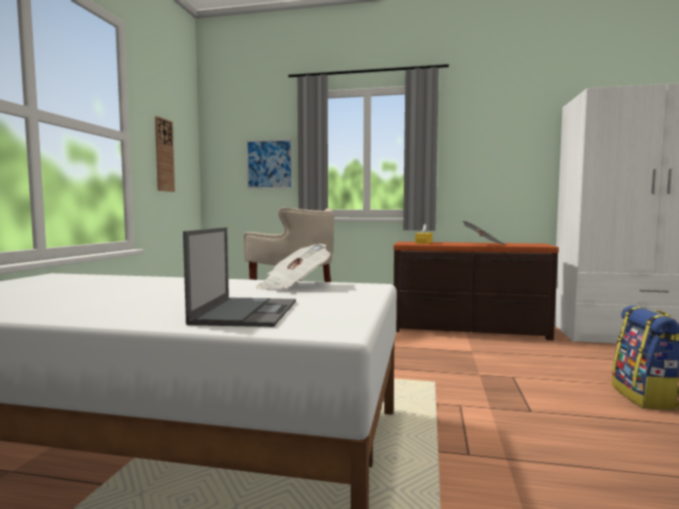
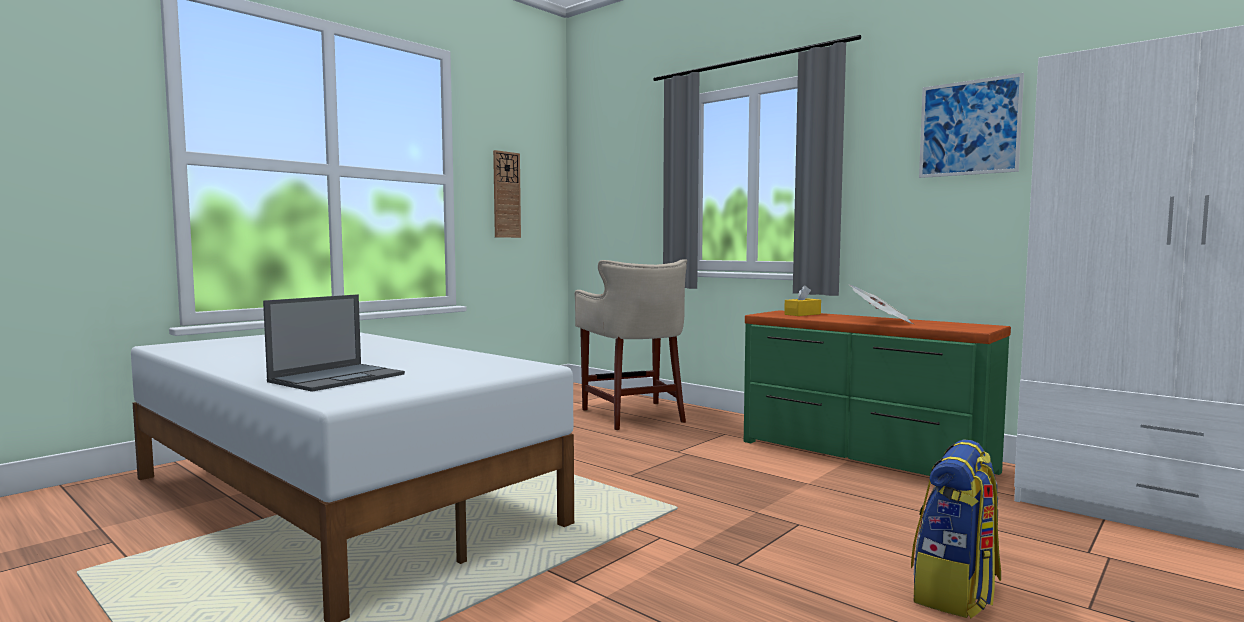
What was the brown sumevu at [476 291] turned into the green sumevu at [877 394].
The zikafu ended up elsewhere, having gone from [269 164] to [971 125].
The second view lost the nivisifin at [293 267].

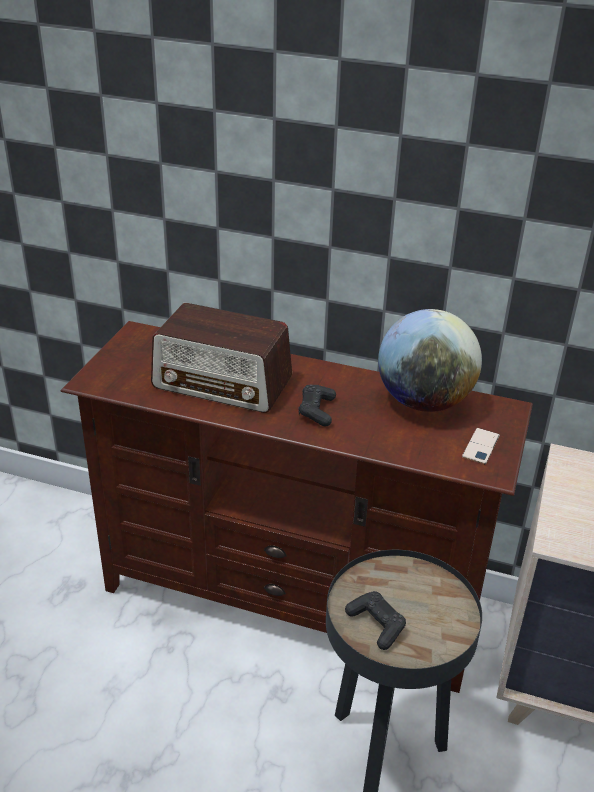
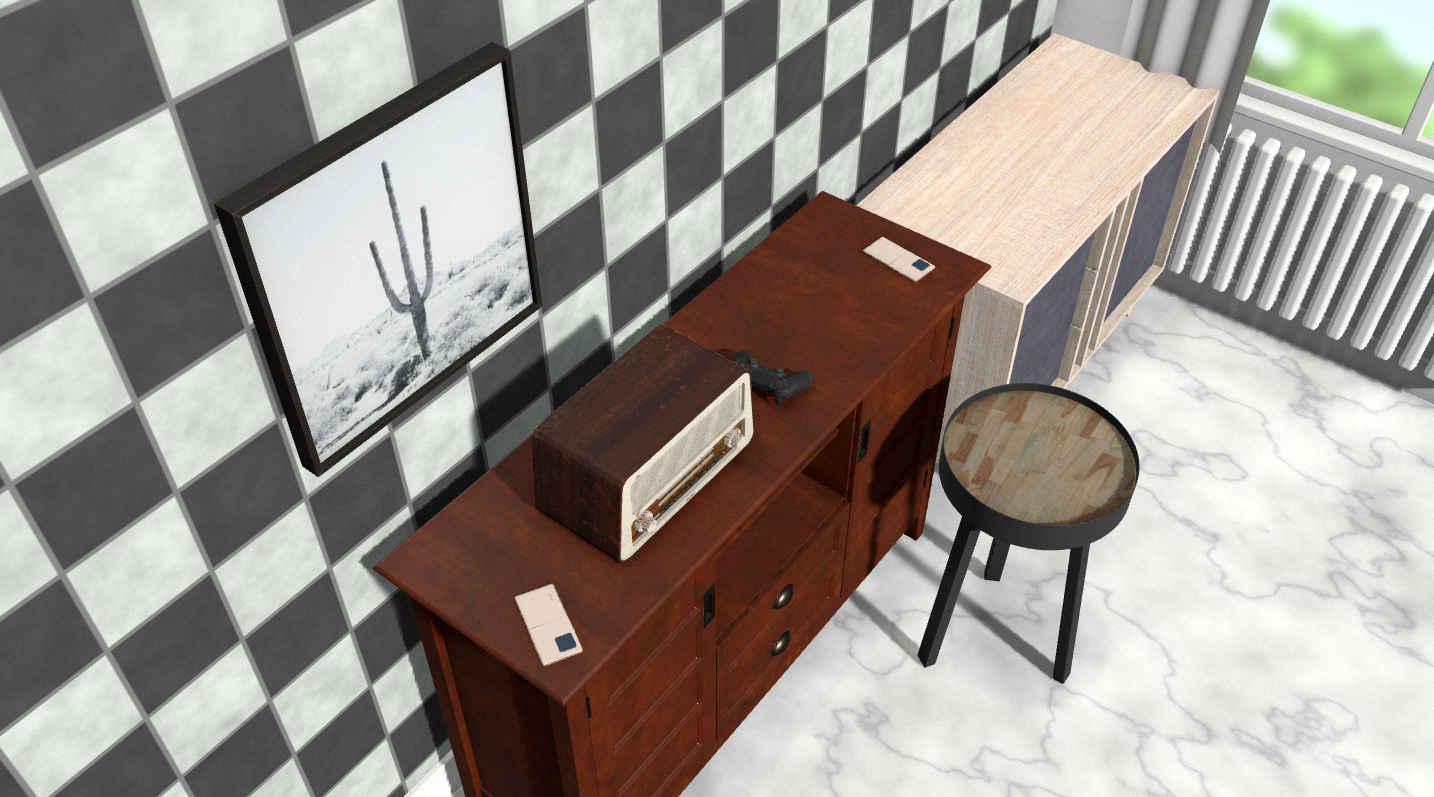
The second view gained the zikafu at [378 259].
The second view gained the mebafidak at [548 624].
The second view lost the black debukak at [375 620].
The second view lost the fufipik at [430 360].

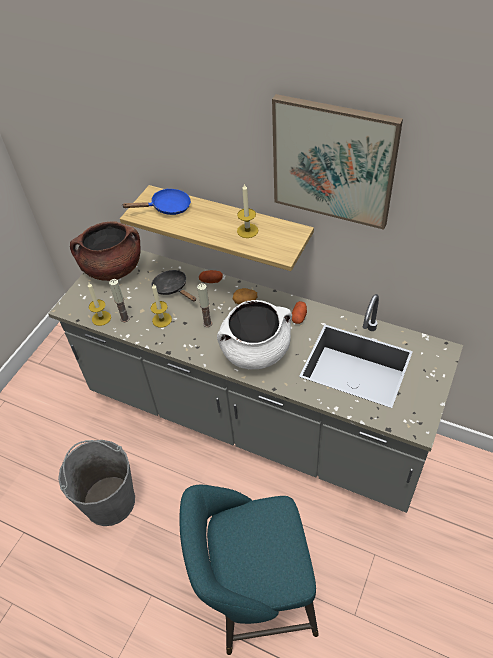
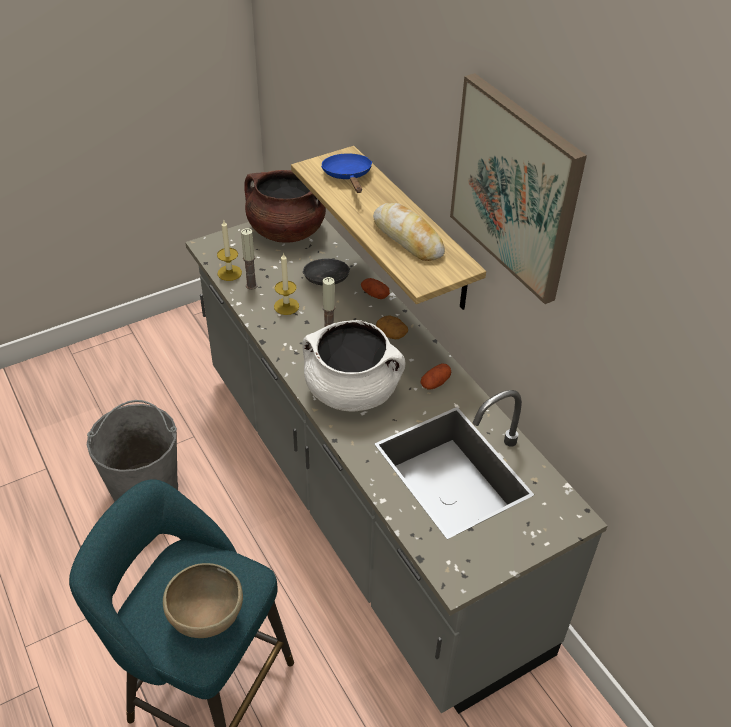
The second view gained the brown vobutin at [203 600].
The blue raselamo at [156 202] ended up facing another way, 120 degrees counterclockwise from before.
Where the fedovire stood at [247 210], the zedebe came to stand at [409 232].

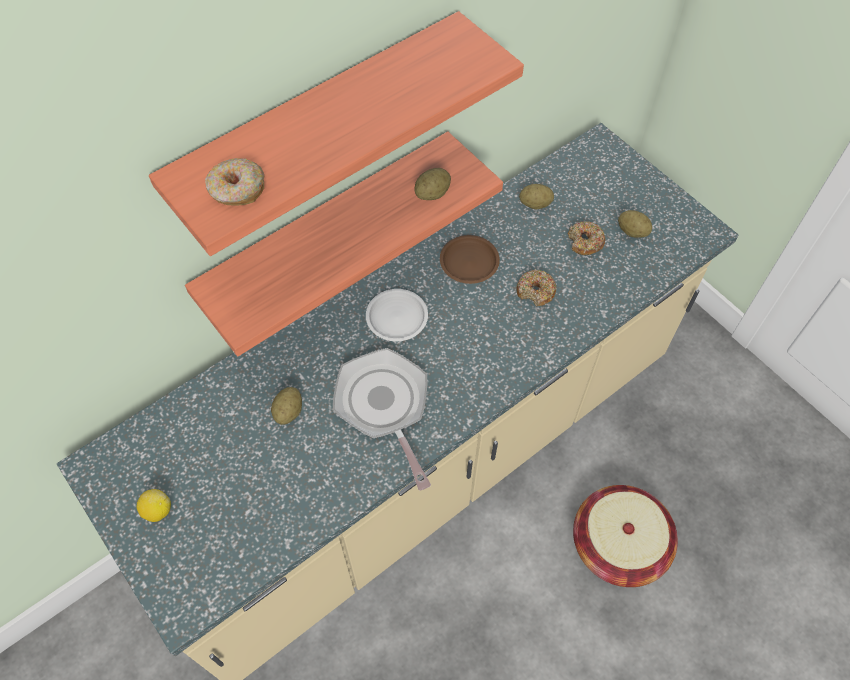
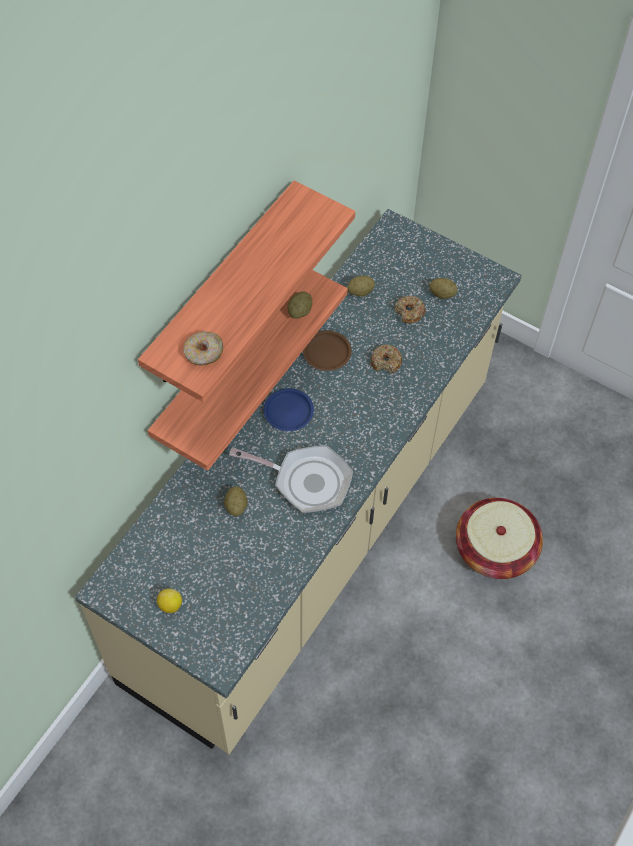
The raselamo at [382 419] ended up facing another way, 150 degrees clockwise from before.
What was the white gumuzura at [397 315] turned into the blue gumuzura at [289 409].

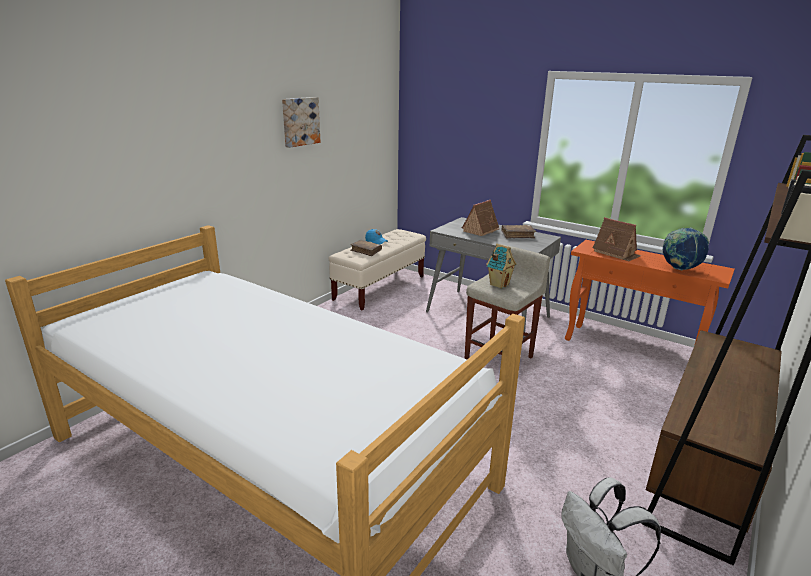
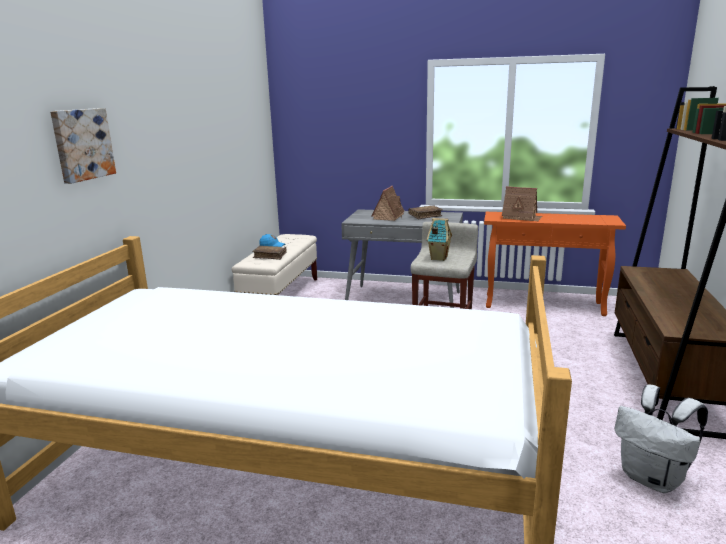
The zikafu ended up elsewhere, having gone from [301 122] to [83 146].
The second view lost the fufipik at [685 249].

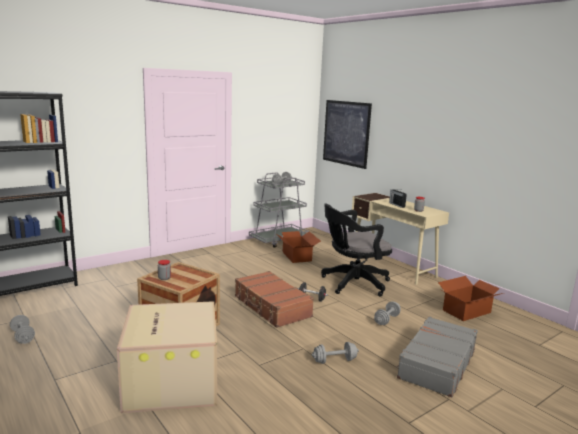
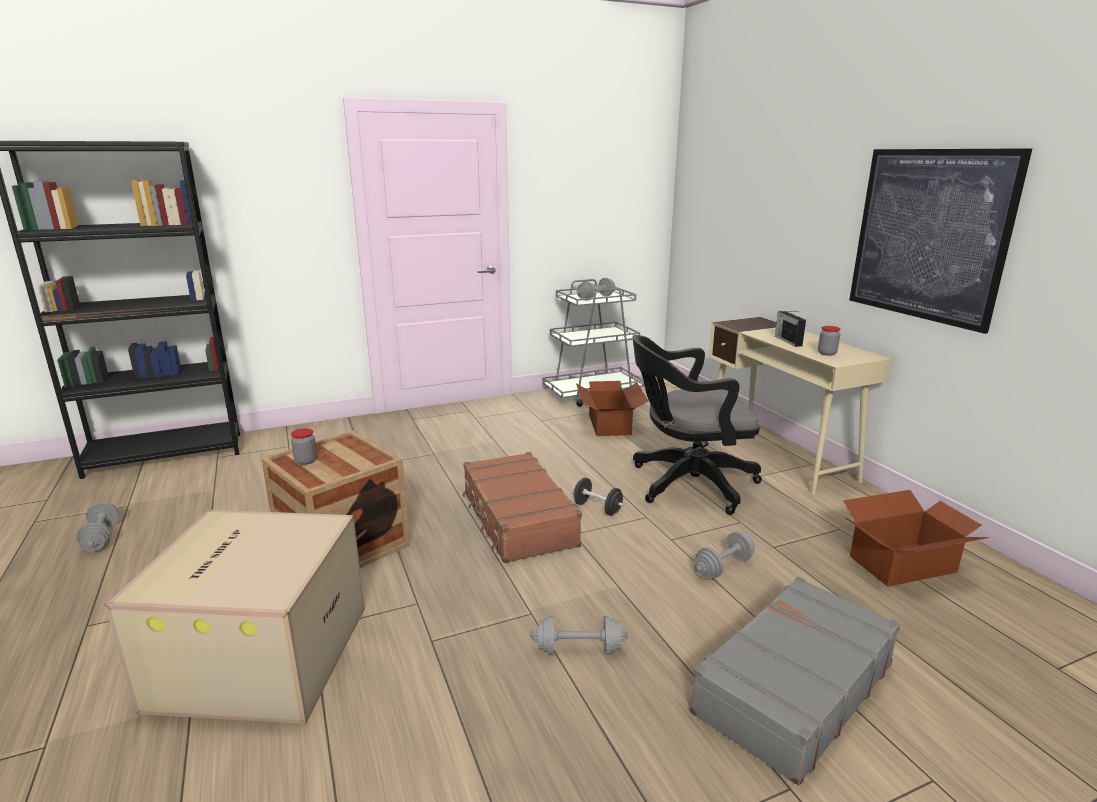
The zikafu ended up elsewhere, having gone from [347 134] to [941 241].

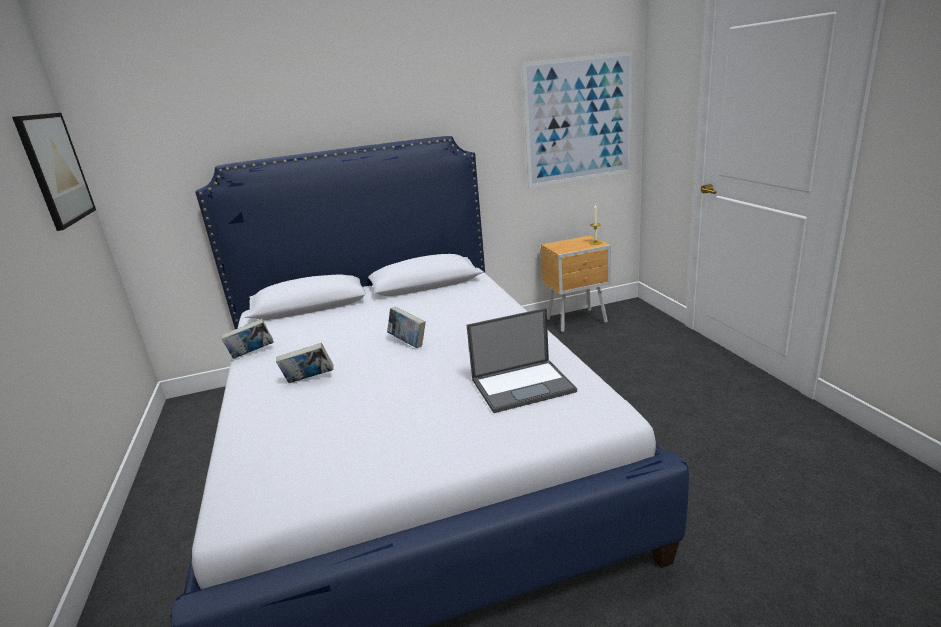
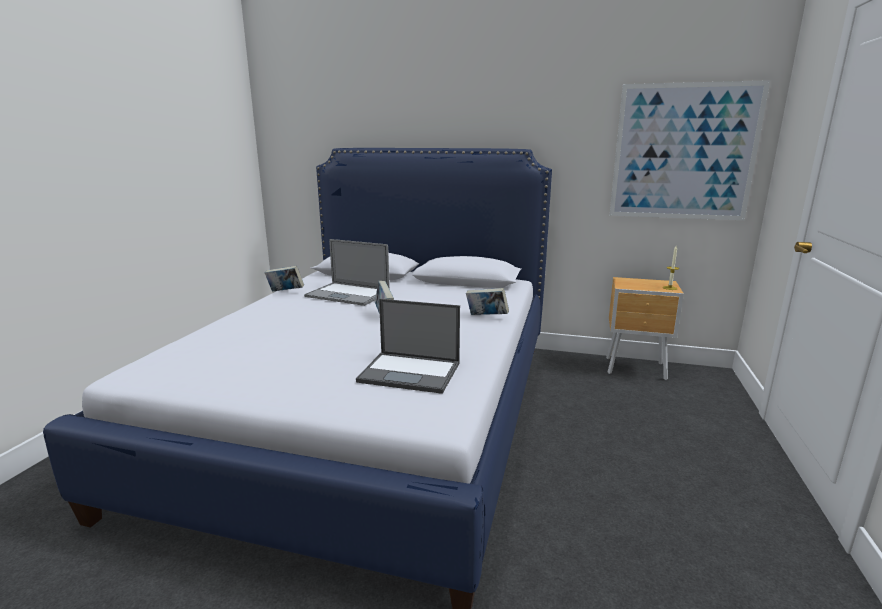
The second view gained the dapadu at [347 272].
The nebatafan ended up elsewhere, having gone from [305 363] to [487 301].
The second view lost the zikafu at [54 172].

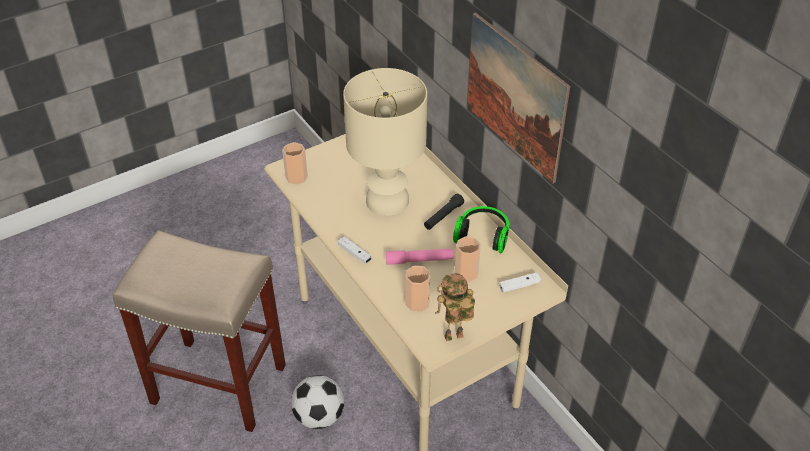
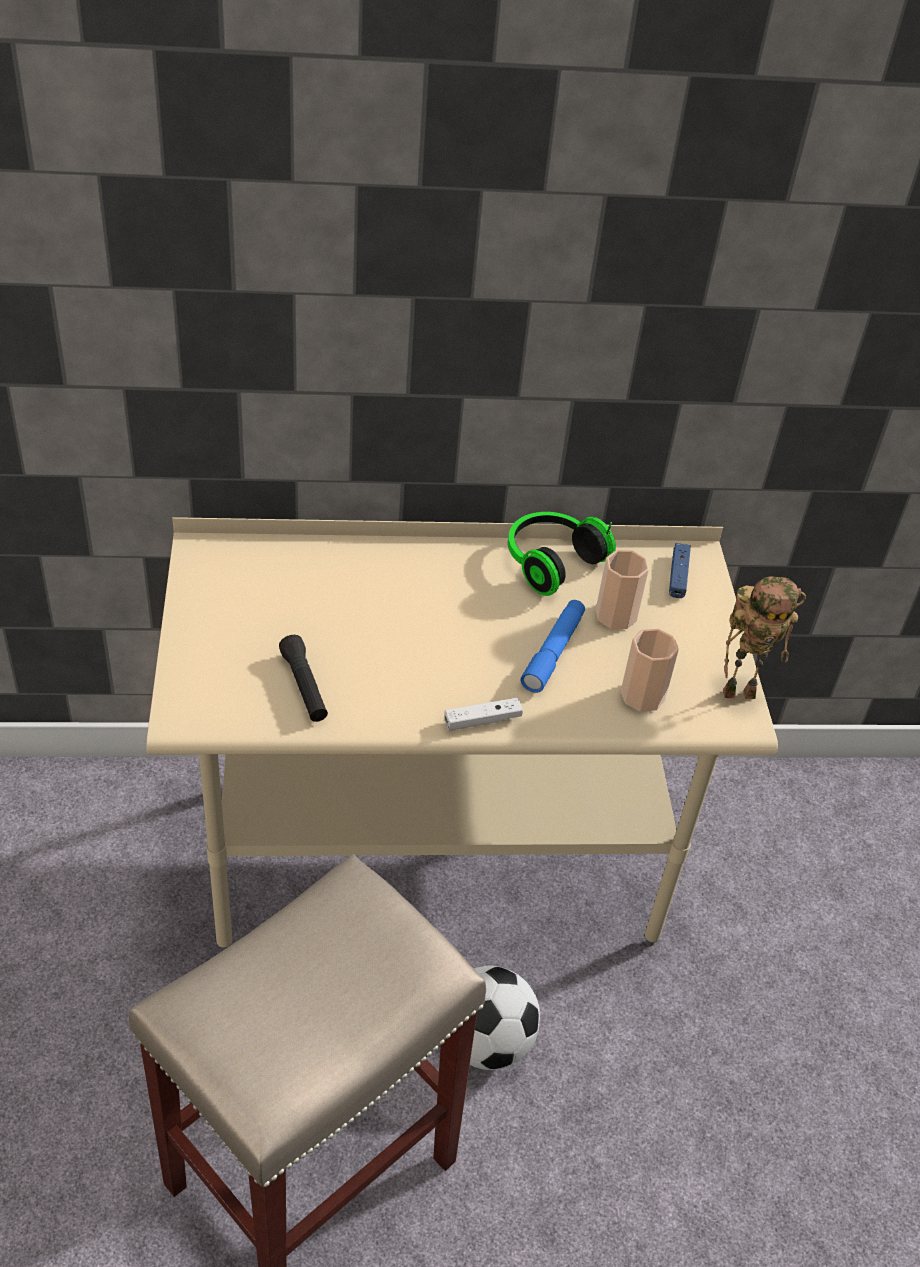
The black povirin ended up elsewhere, having gone from [444 212] to [303 678].
What was the pink povirin at [420 257] turned into the blue povirin at [552 646].
What was the white debukak at [520 282] turned into the blue debukak at [680 570].
The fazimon at [455 307] ended up facing another way, 105 degrees counterclockwise from before.
The second view lost the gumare at [295 163].
The second view lost the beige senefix at [385 142].
The second view lost the zikafu at [518 97].

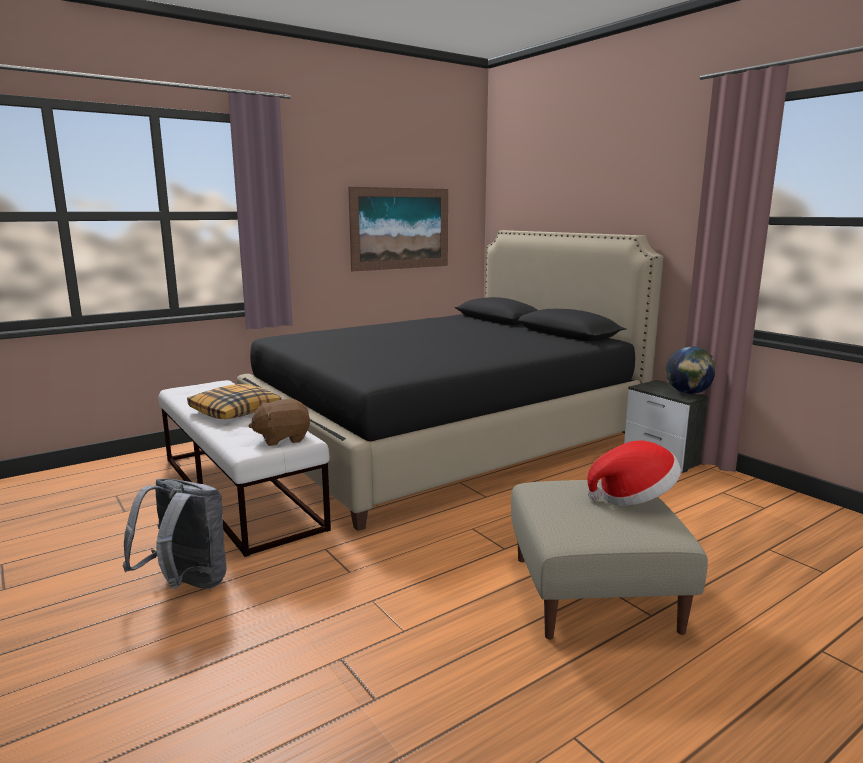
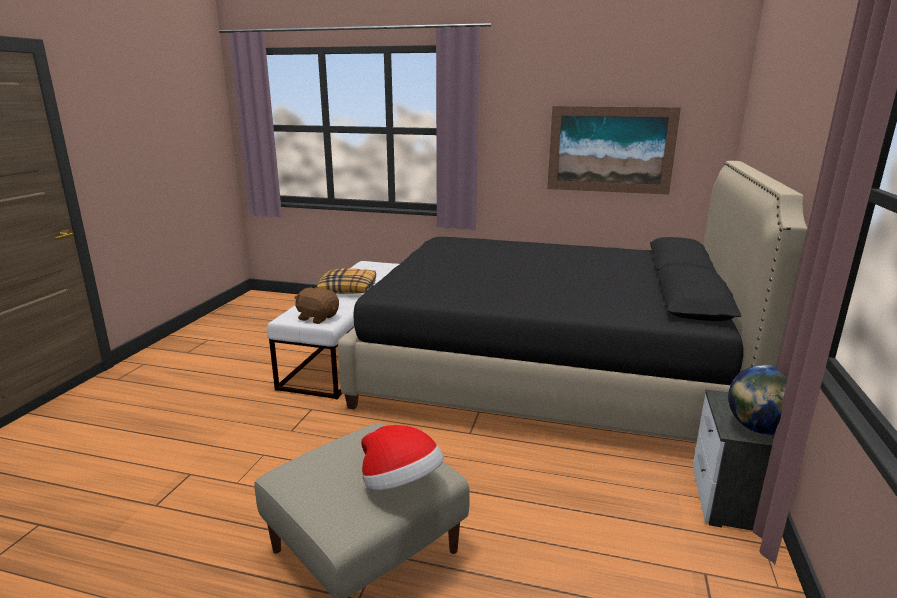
The second view lost the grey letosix at [175 534].

